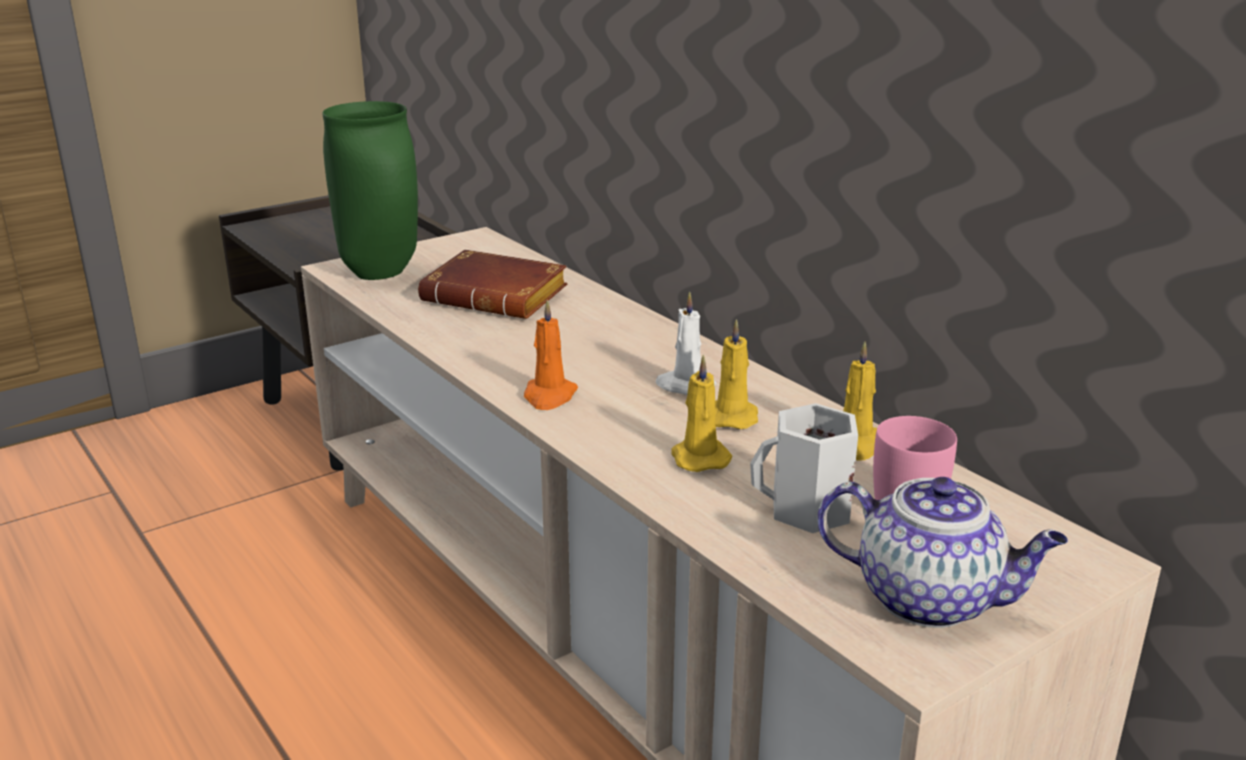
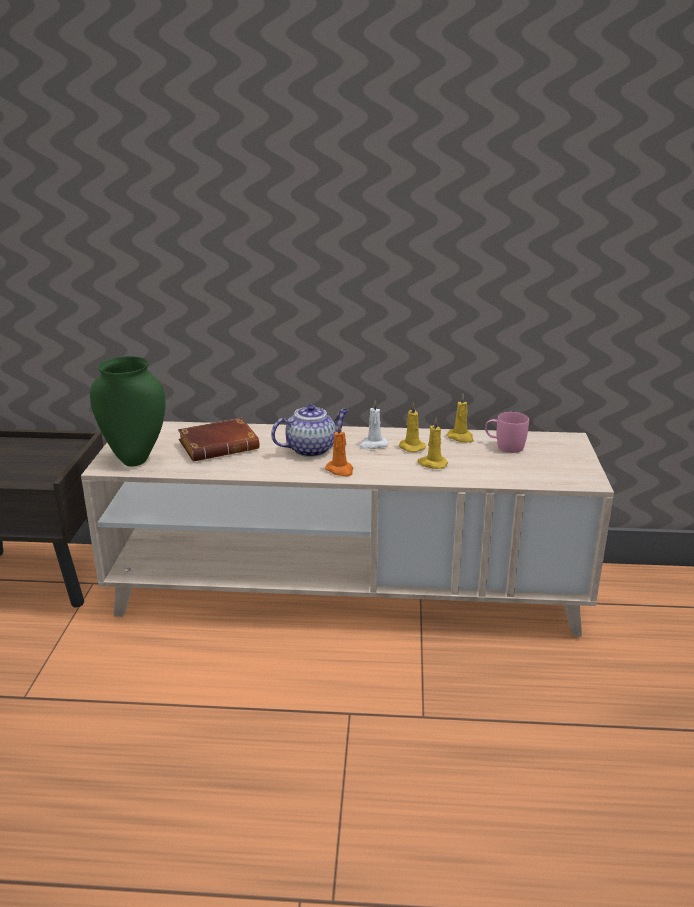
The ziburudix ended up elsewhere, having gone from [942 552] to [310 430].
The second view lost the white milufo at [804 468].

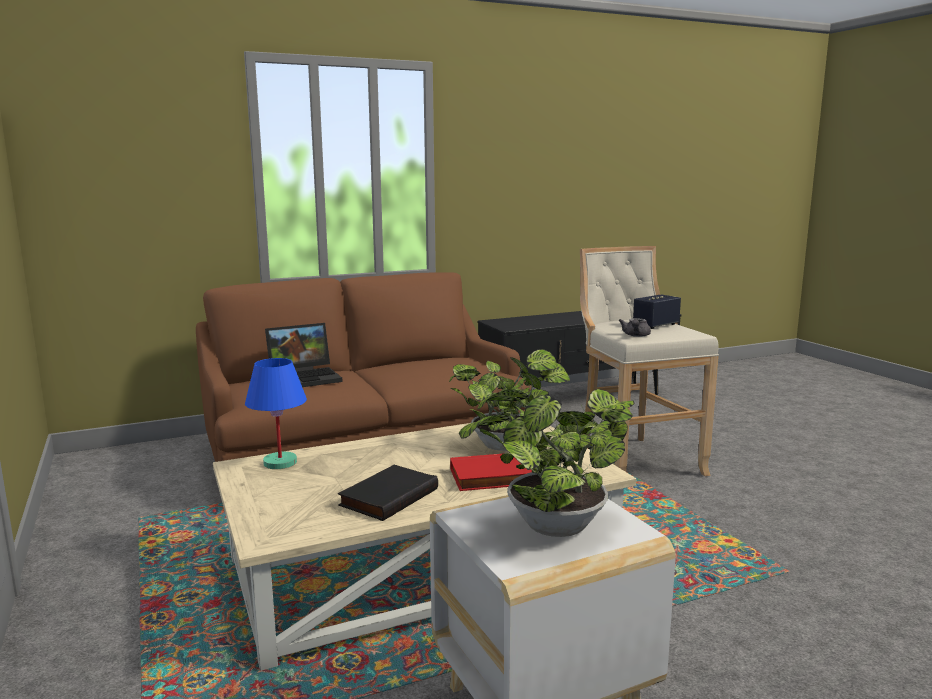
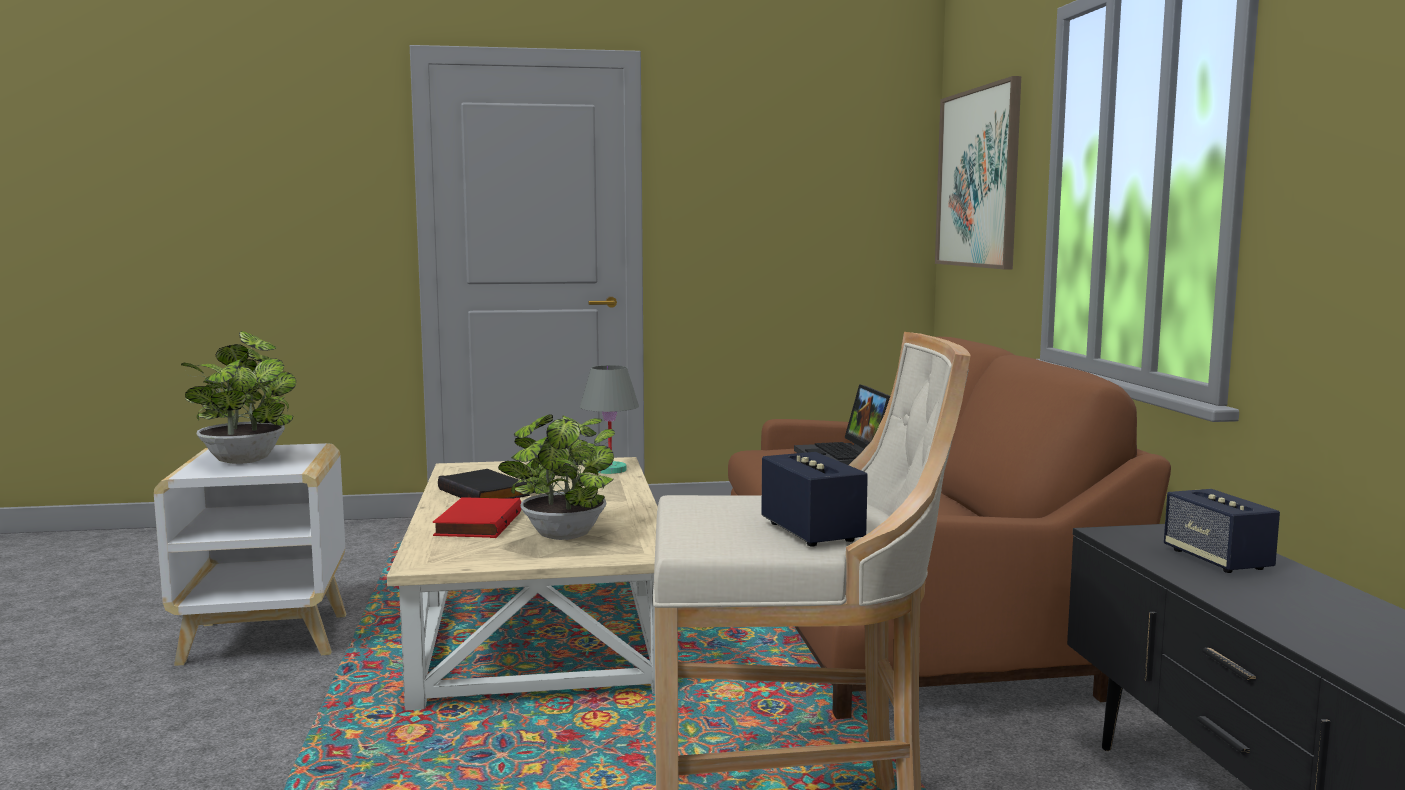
What was the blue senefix at [276 413] turned into the grey senefix at [609 419].
The second view gained the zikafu at [978 172].
The second view gained the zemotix at [1222 531].
The second view lost the grey ziburudix at [635 327].

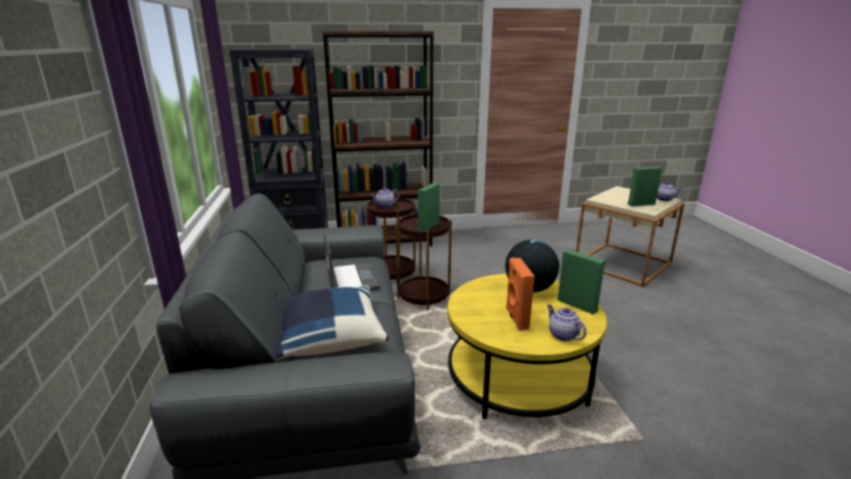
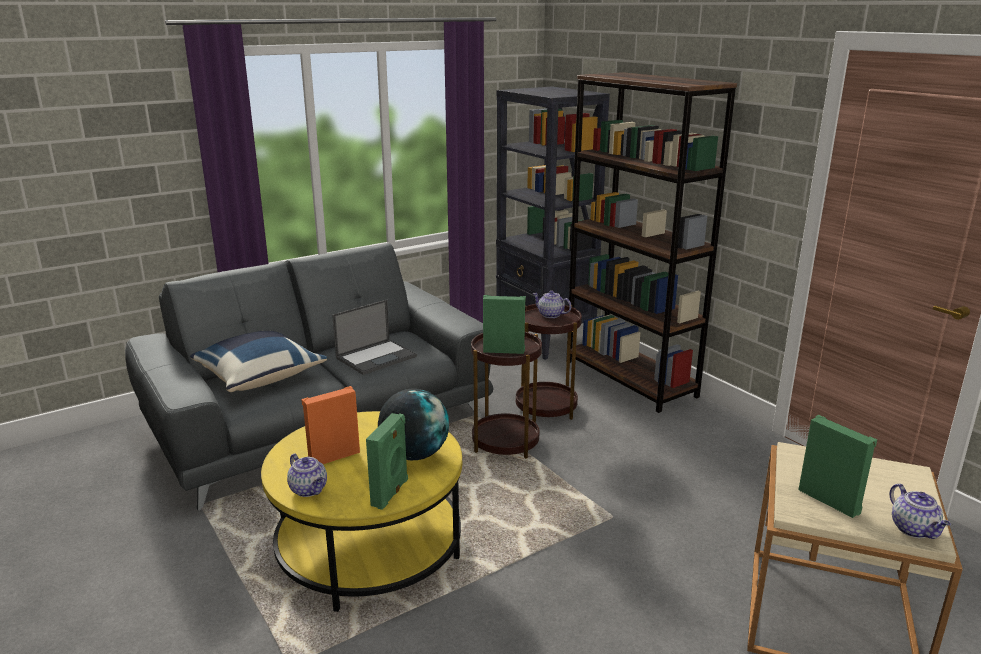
The ziburudix at [566 322] ended up facing another way, 105 degrees clockwise from before.

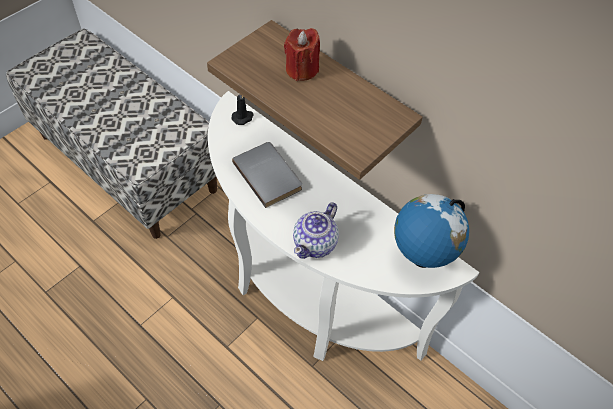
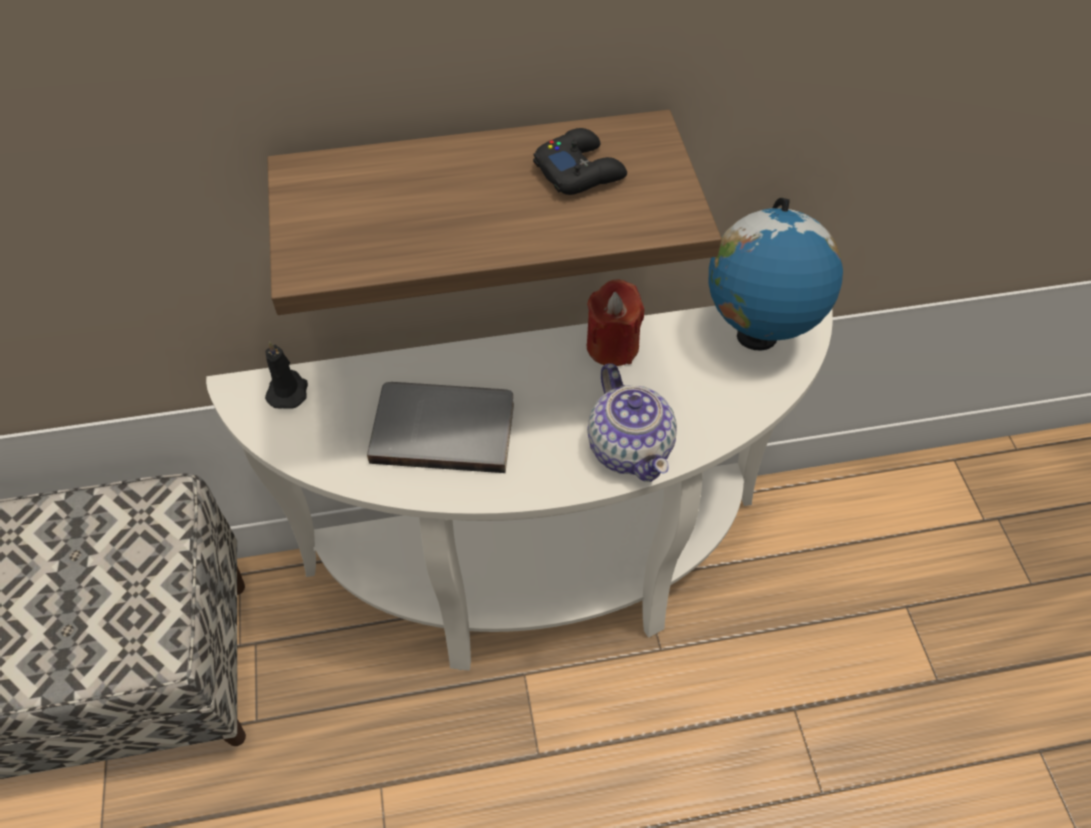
The second view gained the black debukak at [580 161].
The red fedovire ended up elsewhere, having gone from [302 54] to [615 322].

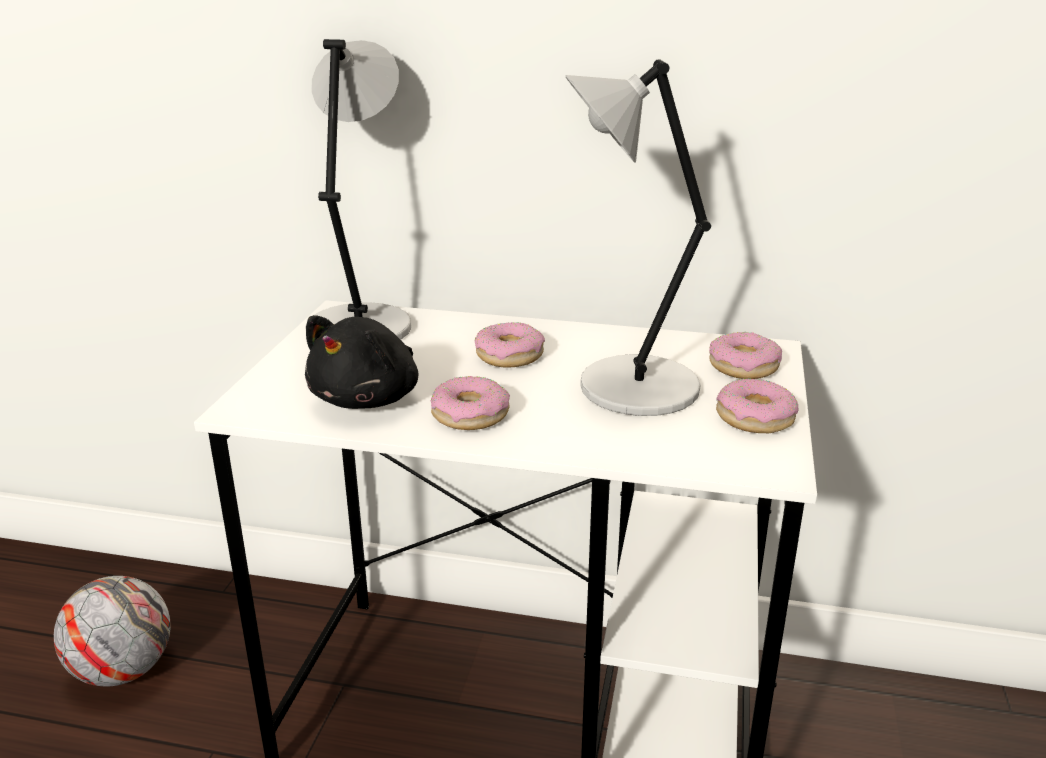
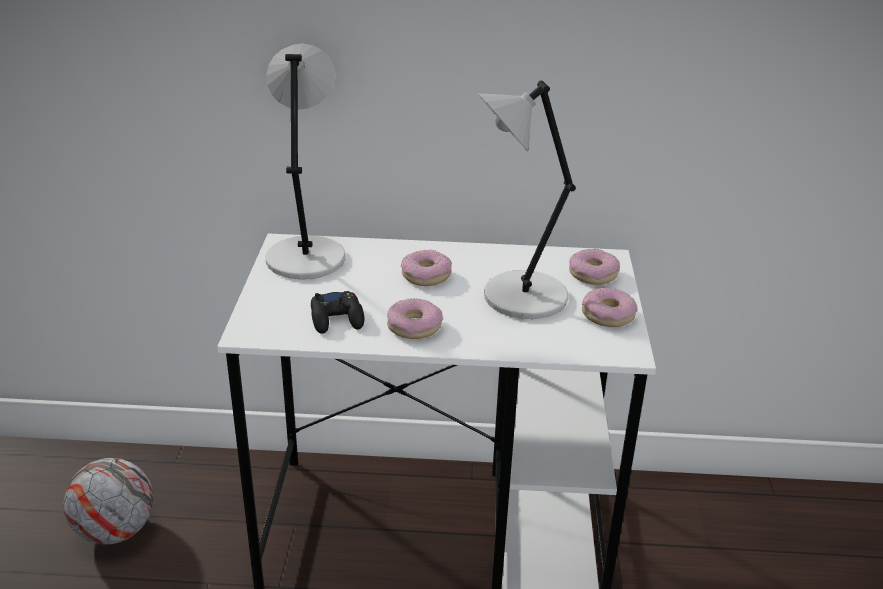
Where the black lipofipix stood at [361 362], the black debukak came to stand at [337 312].

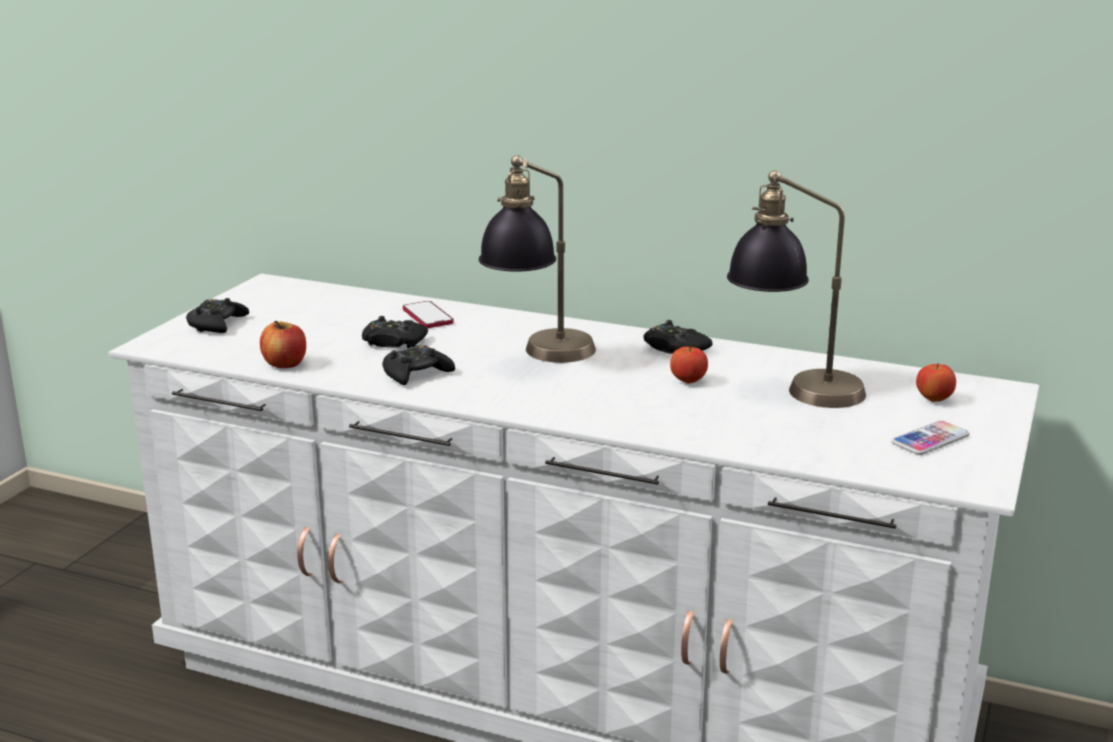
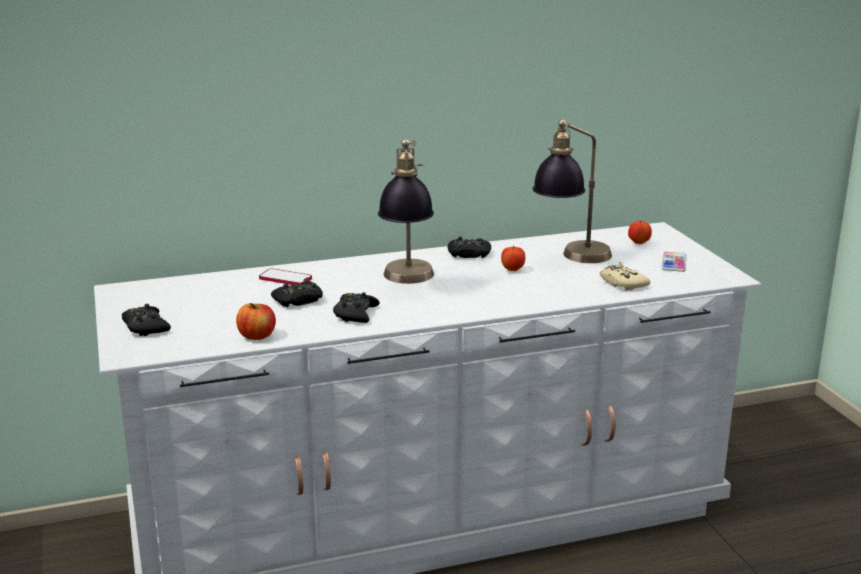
The second view gained the beige debukak at [625 276].

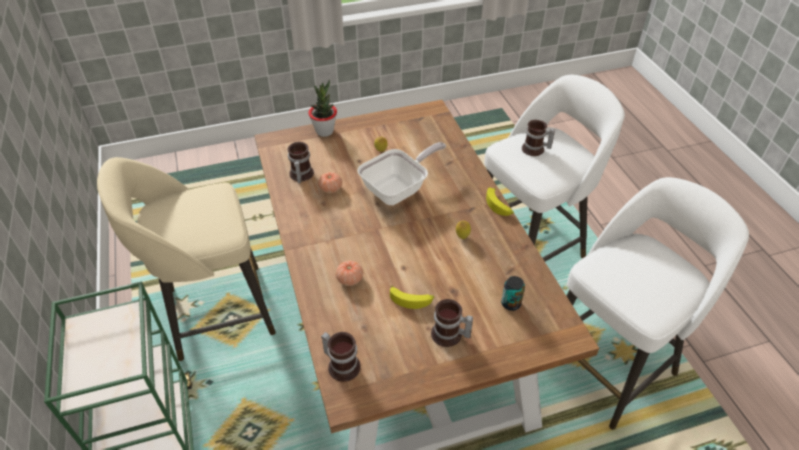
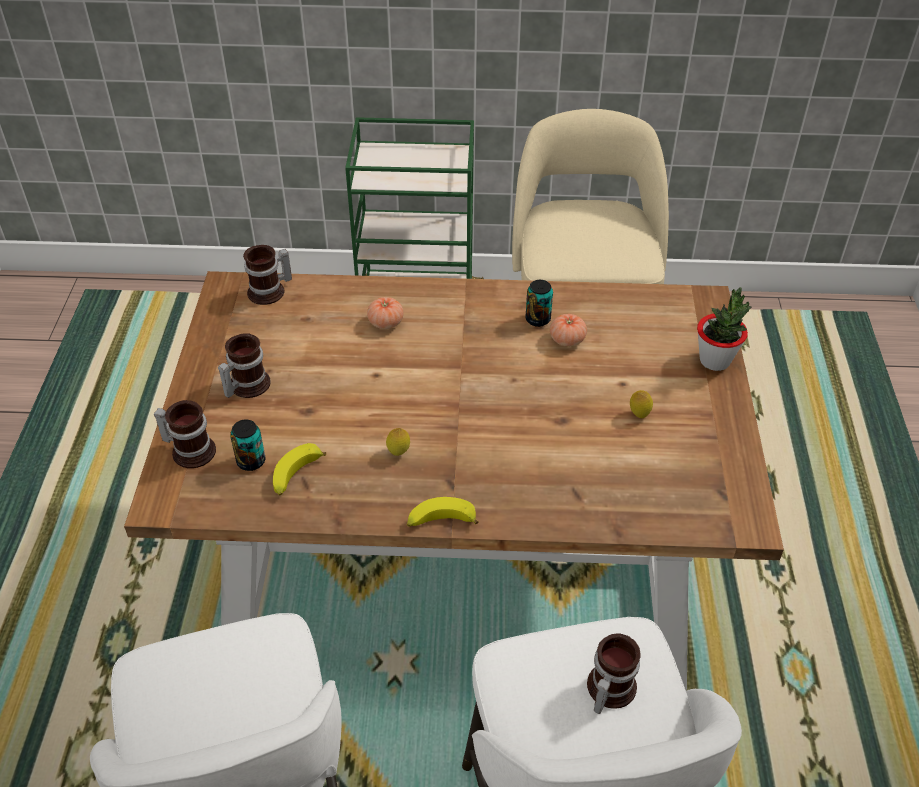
The milufo ended up elsewhere, having gone from [300 162] to [185 434].
The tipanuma ended up elsewhere, having gone from [412 297] to [299 469].
The second view gained the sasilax at [539 303].
The second view lost the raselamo at [401 173].

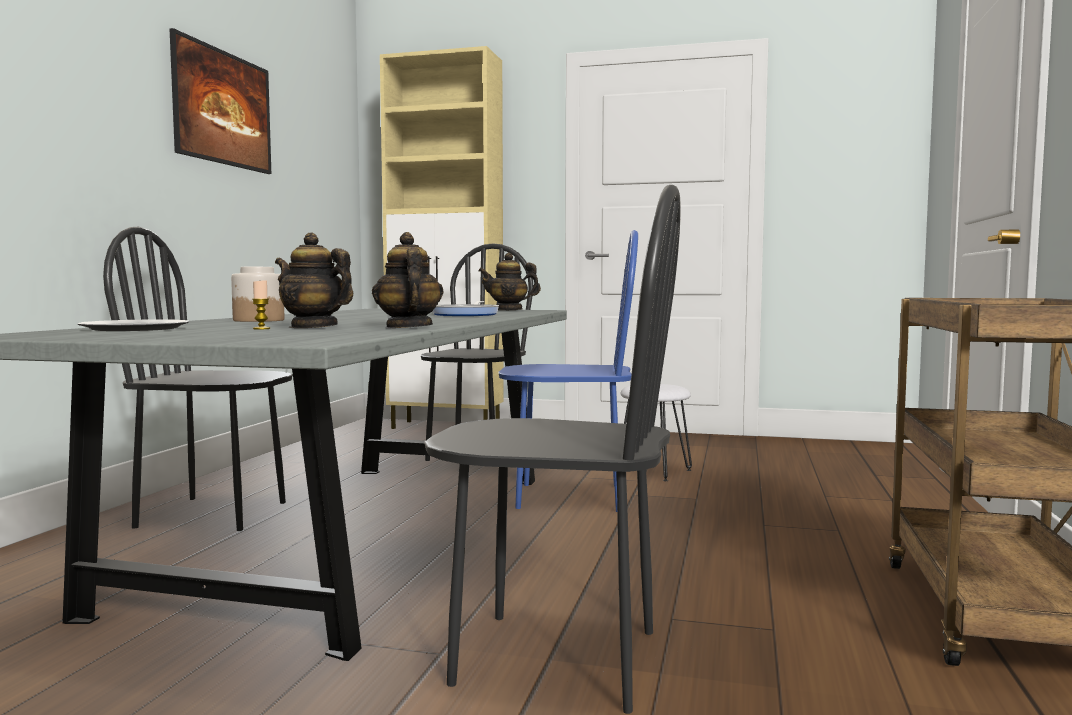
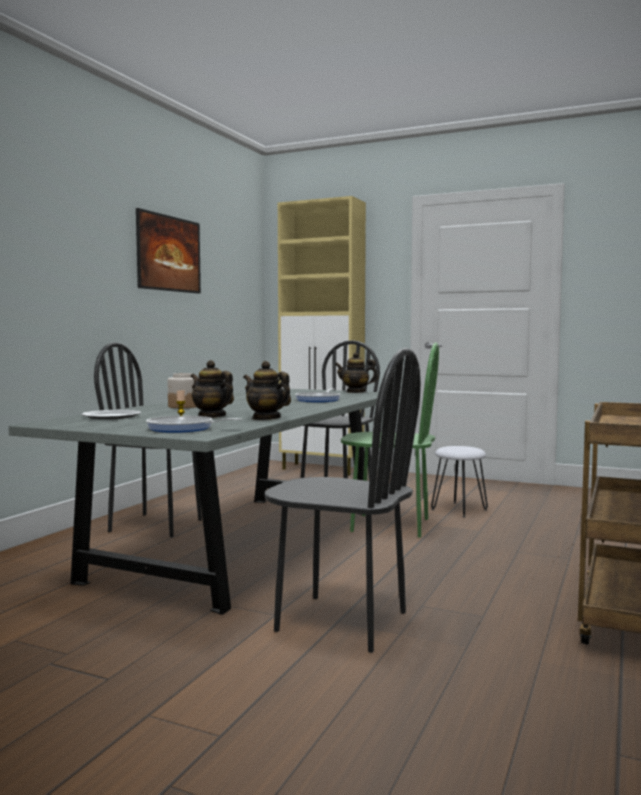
The second view gained the raselamo at [194 424].
The ziburudix at [408 280] ended up facing another way, 45 degrees counterclockwise from before.
What was the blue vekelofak at [568 371] turned into the green vekelofak at [390 440].

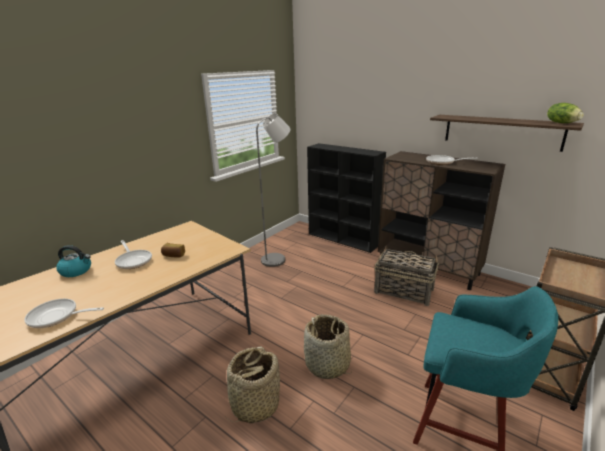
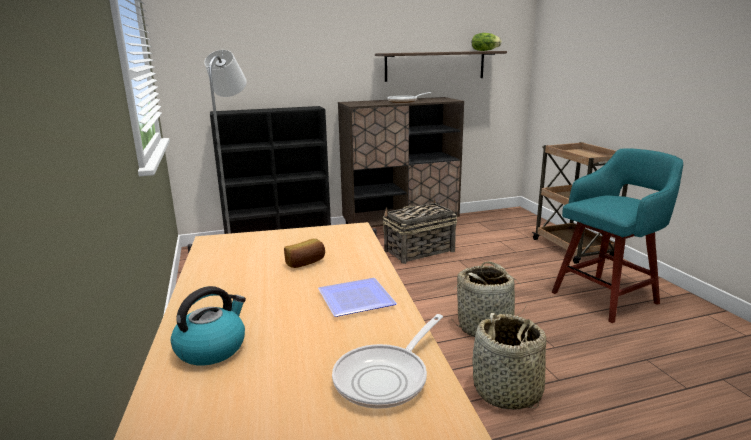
The second view gained the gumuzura at [357 297].
The second view lost the raselamo at [133 254].

